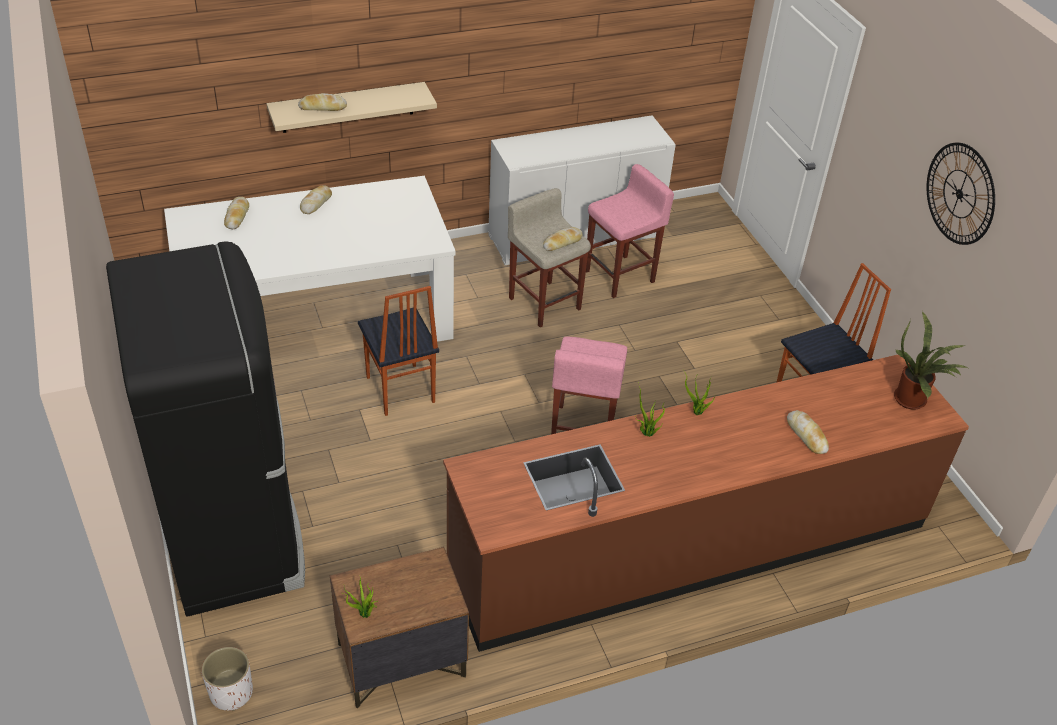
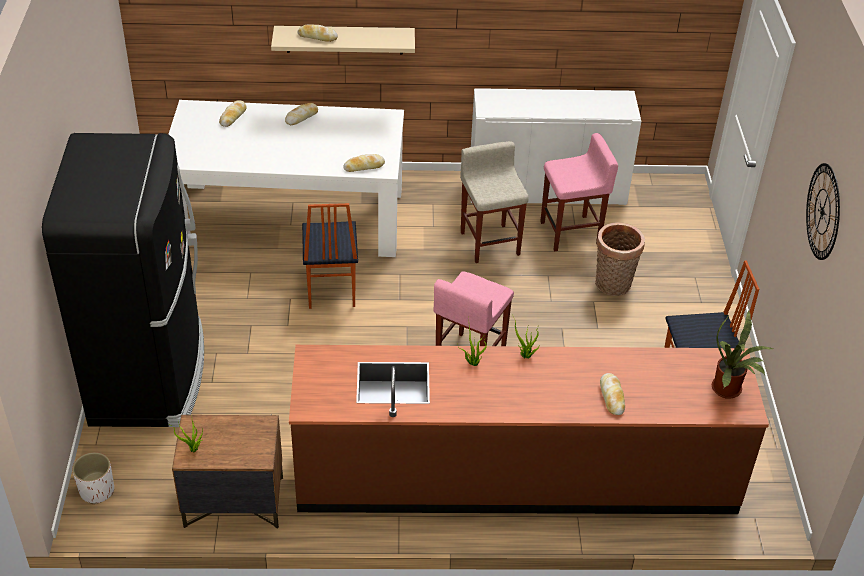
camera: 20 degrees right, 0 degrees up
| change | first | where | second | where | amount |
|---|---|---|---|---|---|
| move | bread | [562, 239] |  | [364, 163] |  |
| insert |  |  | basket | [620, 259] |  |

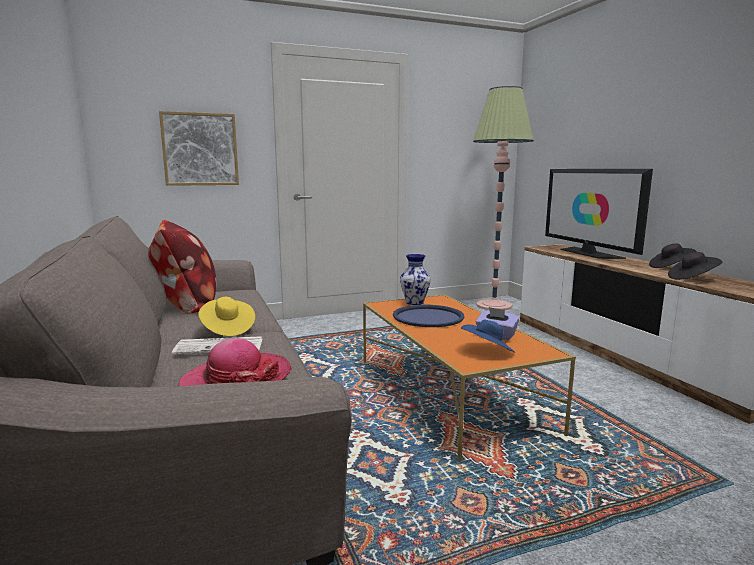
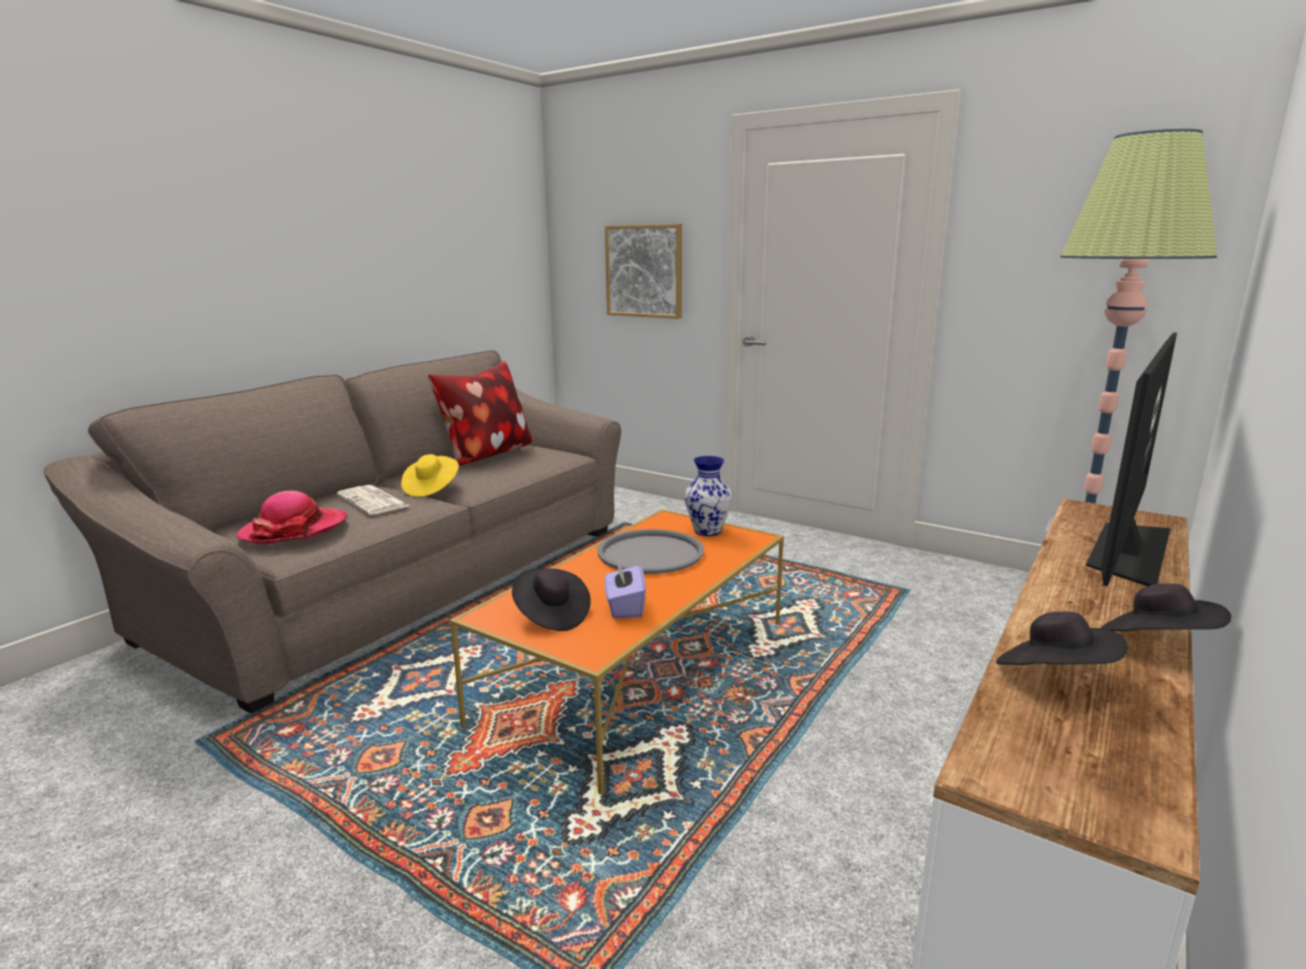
camera: 55 degrees right, 5 degrees up
| change | first | where | second | where | amount |
|---|---|---|---|---|---|
| recolor | blue hat | [488, 335] | black hat | [551, 599] |  |
| recolor | blue tray | [428, 316] | grey tray | [650, 551] |  |

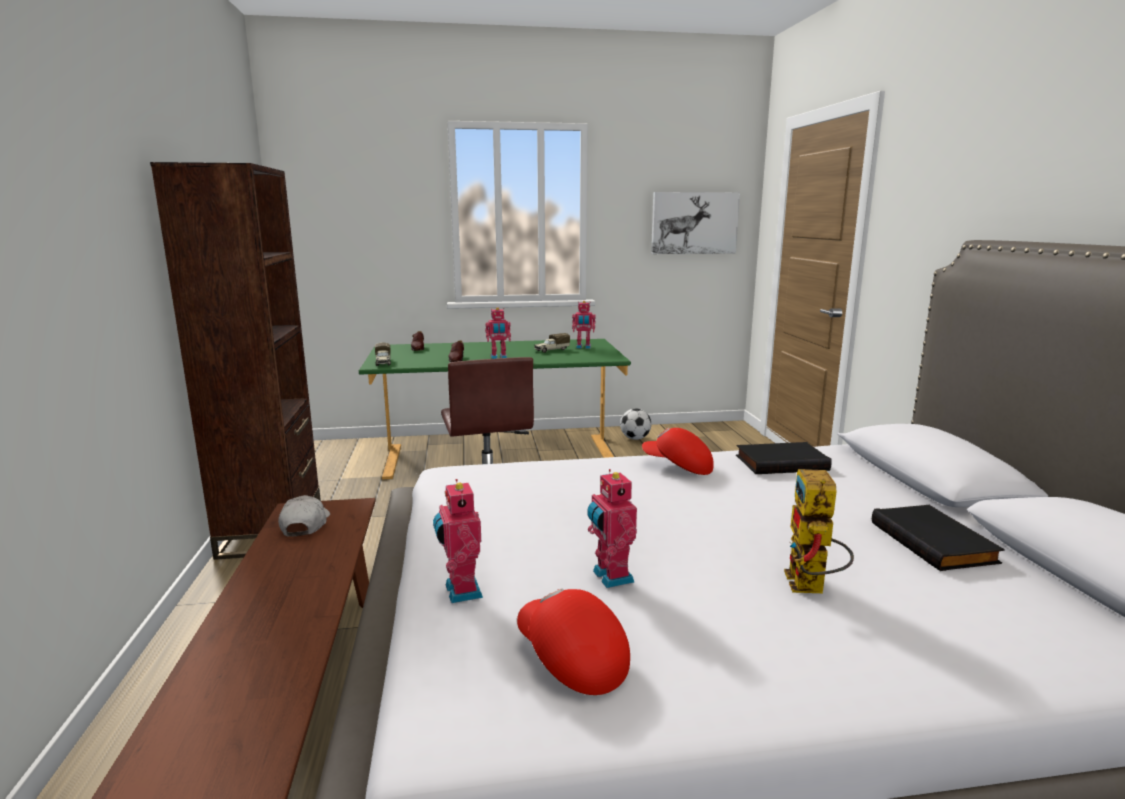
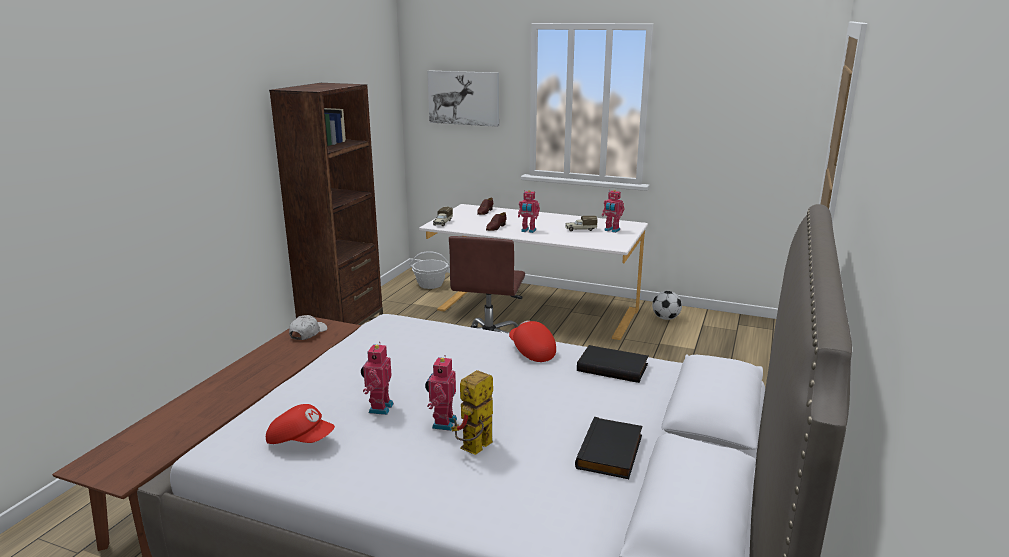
camera: 30 degrees right, 5 degrees up
| change | first | where | second | where | amount |
|---|---|---|---|---|---|
| rotate | red cap | [573, 641] |  | [300, 424] | 120 degrees clockwise |
| insert |  |  | basket | [429, 270] |  |
| recolor | green desk | [495, 409] | white desk | [533, 272] |  |
| move | toy robot | [458, 541] |  | [441, 393] |  |
| move | picture | [695, 223] |  | [463, 99] |  |

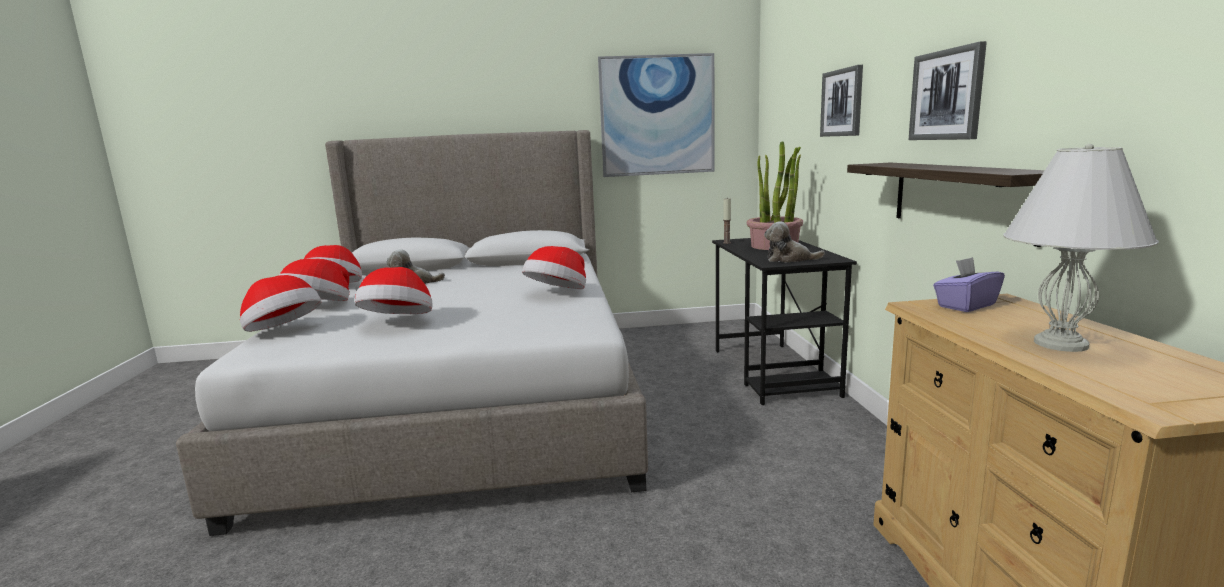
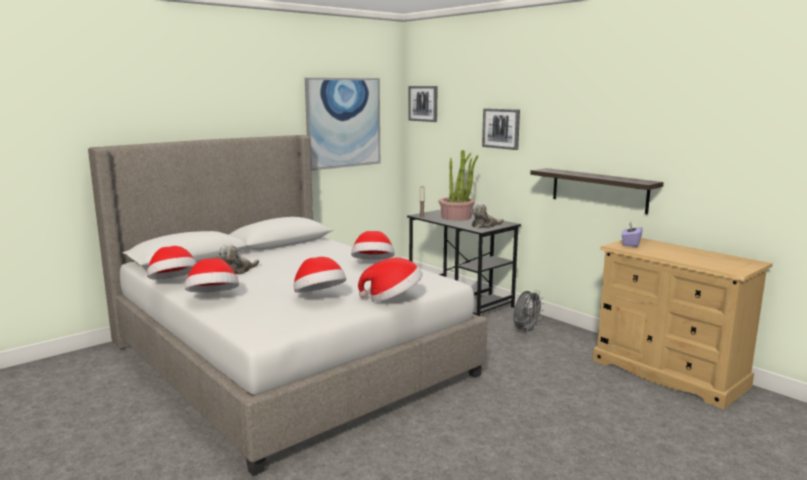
camera: 35 degrees left, 0 degrees up
| change | first | where | second | where | amount |
|---|---|---|---|---|---|
| move | hat | [280, 303] |  | [390, 280] |  |
| move | picture | [948, 90] |  | [423, 104] |  |
| insert |  |  | grey fan | [529, 312] |  |
| delete | white table lamp | [1081, 248] |  |  |  |

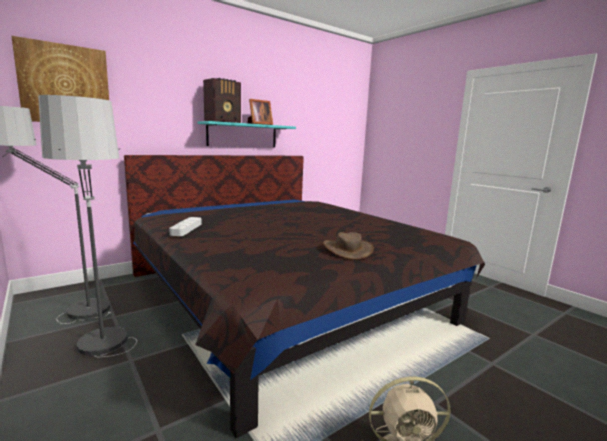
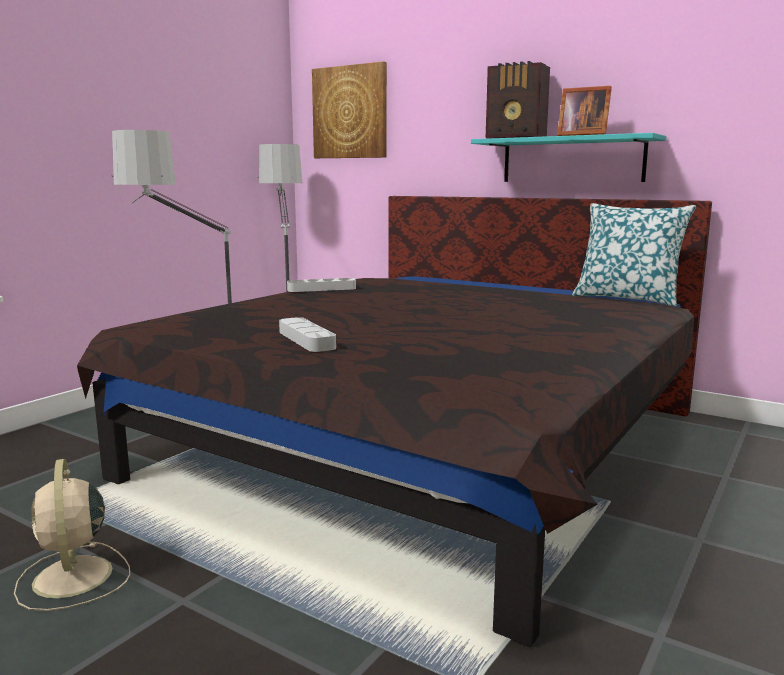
camera: 70 degrees right, 0 degrees up
| change | first | where | second | where | amount |
|---|---|---|---|---|---|
| replace | brown hat | [348, 246] | grey tray | [307, 334] |  |
| insert |  |  | pillow | [634, 254] |  |

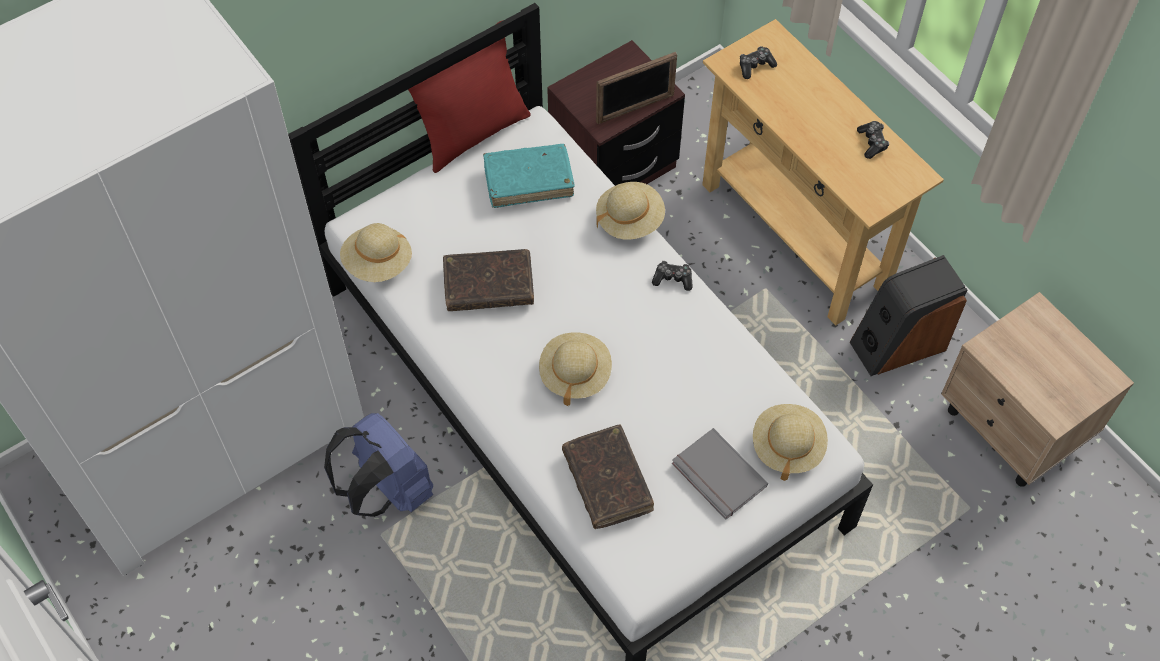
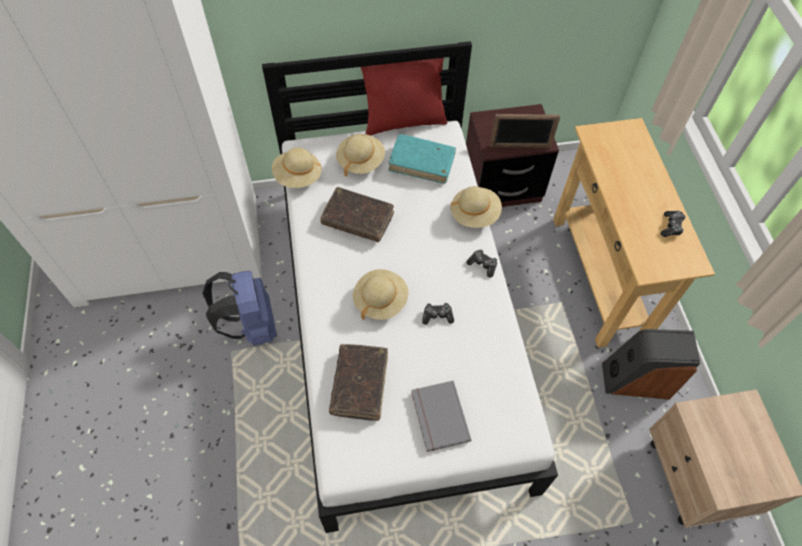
camera: 25 degrees right, 0 degrees up
| change | first | where | second | where | amount |
|---|---|---|---|---|---|
| move | beige hat | [790, 442] |  | [360, 155] |  |
| move | game controller | [758, 62] |  | [438, 314] |  |

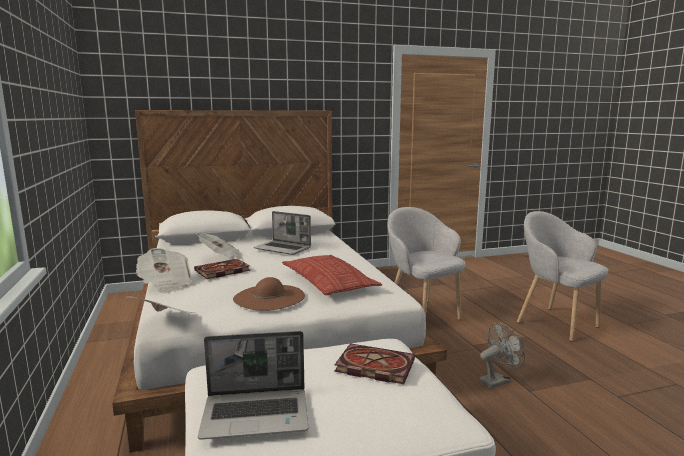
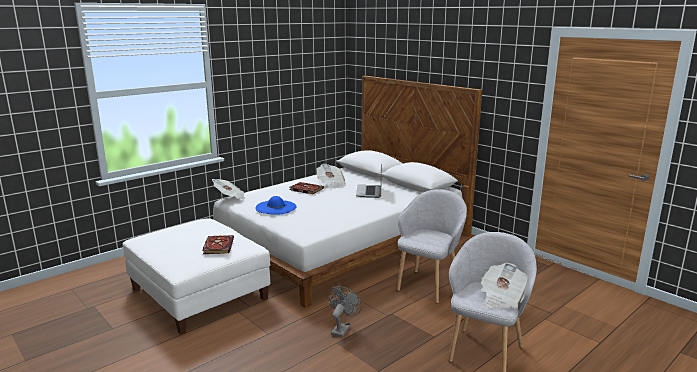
camera: 65 degrees right, 5 degrees up
| change | first | where | second | where | amount |
|---|---|---|---|---|---|
| recolor | brown hat | [269, 294] | blue hat | [276, 205] |  |
| rotate | grey fan | [502, 356] |  | [344, 311] | 105 degrees counterclockwise |
| move | newspaper | [164, 271] |  | [504, 285] |  |
| delete | laptop | [253, 385] |  |  |  |
| delete | pillow | [332, 275] |  |  |  |

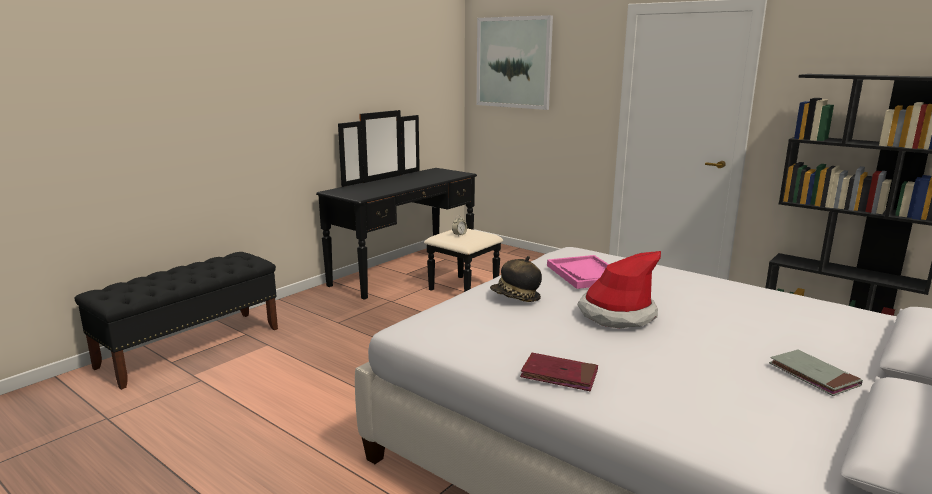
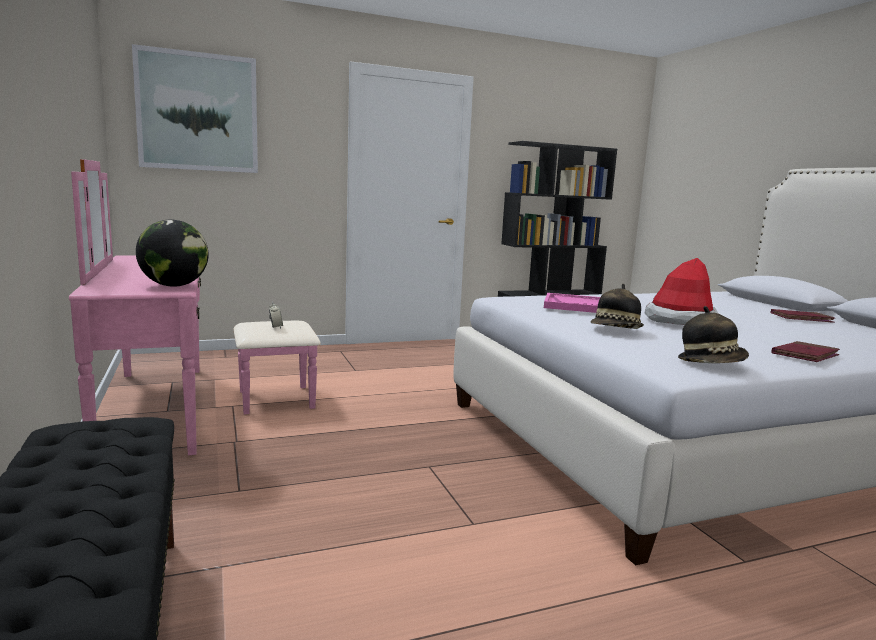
camera: 60 degrees left, 5 degrees down
| change | first | where | second | where | amount |
|---|---|---|---|---|---|
| recolor | black dresser | [409, 205] | pink dresser | [195, 307] |  |
| insert |  |  | globe | [172, 253] |  |
| insert |  |  | hat | [713, 334] |  |
| recolor | grey book | [816, 373] | red book | [803, 316] |  |

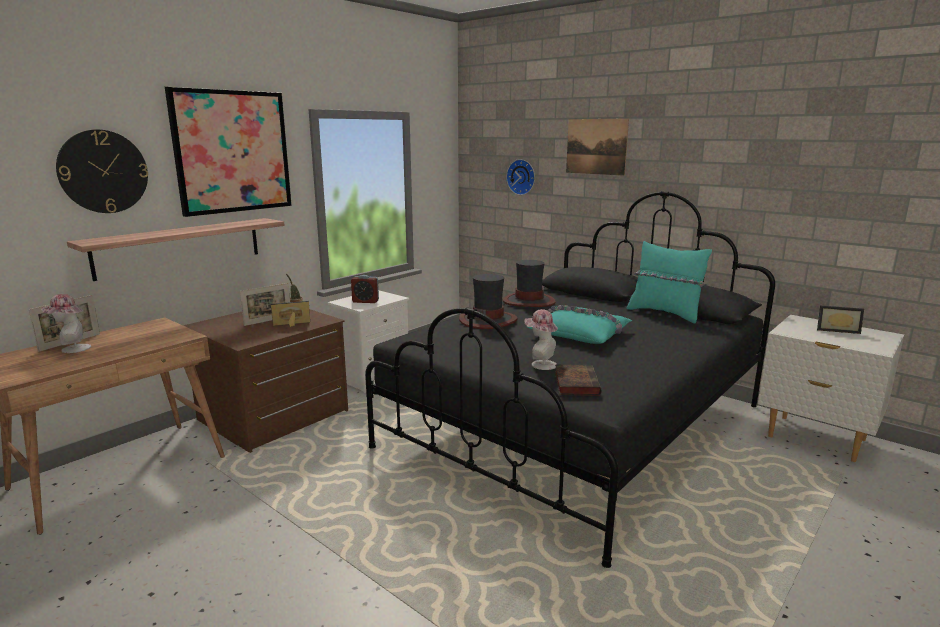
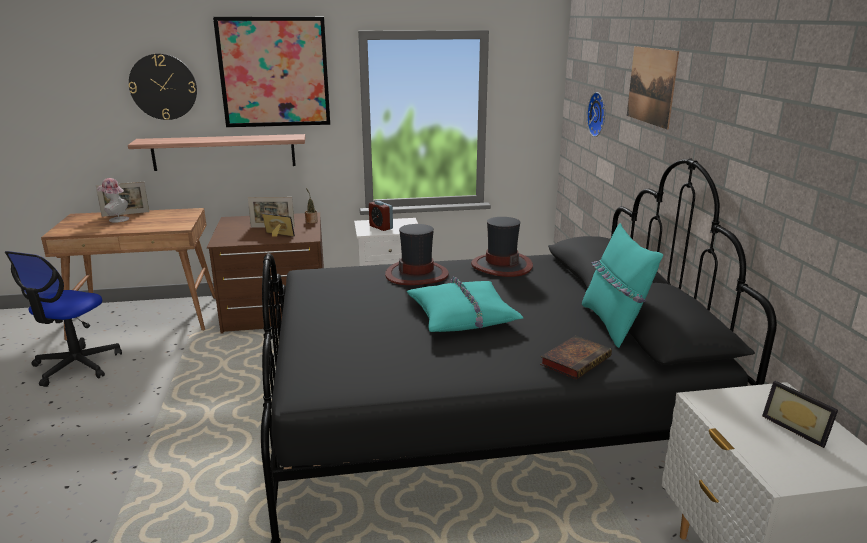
camera: 40 degrees right, 5 degrees up
| change | first | where | second | where | amount |
|---|---|---|---|---|---|
| insert |  |  | office chair | [63, 319] |  |
| move | book | [578, 379] |  | [576, 357] |  |
| delete | hat | [541, 339] |  |  |  |

